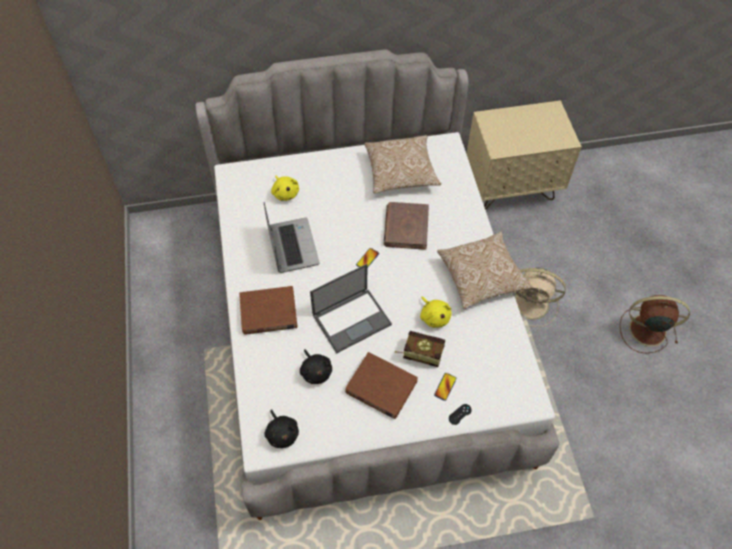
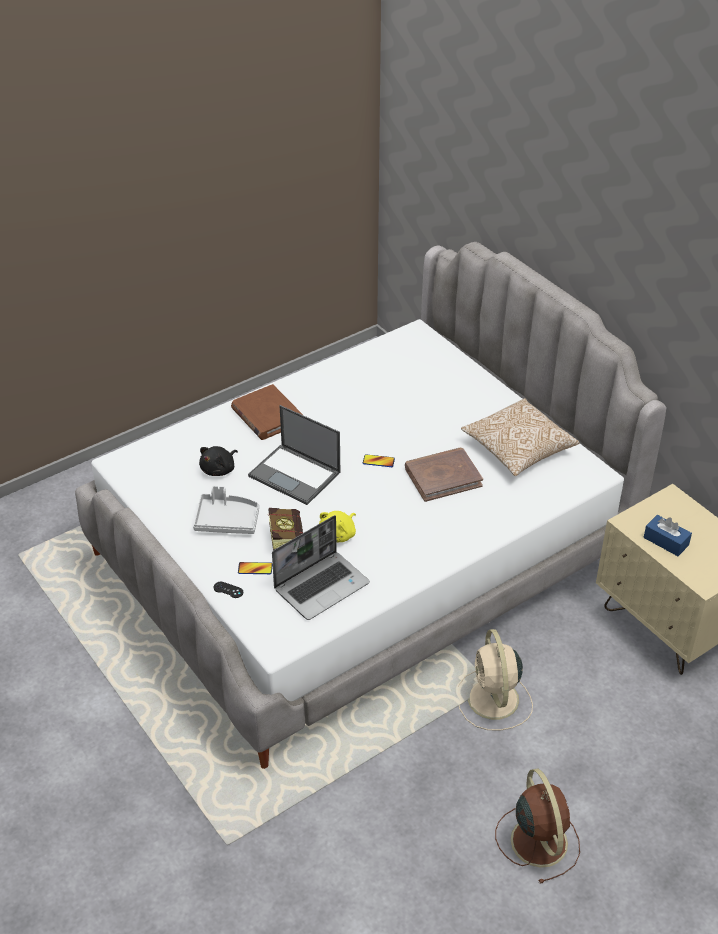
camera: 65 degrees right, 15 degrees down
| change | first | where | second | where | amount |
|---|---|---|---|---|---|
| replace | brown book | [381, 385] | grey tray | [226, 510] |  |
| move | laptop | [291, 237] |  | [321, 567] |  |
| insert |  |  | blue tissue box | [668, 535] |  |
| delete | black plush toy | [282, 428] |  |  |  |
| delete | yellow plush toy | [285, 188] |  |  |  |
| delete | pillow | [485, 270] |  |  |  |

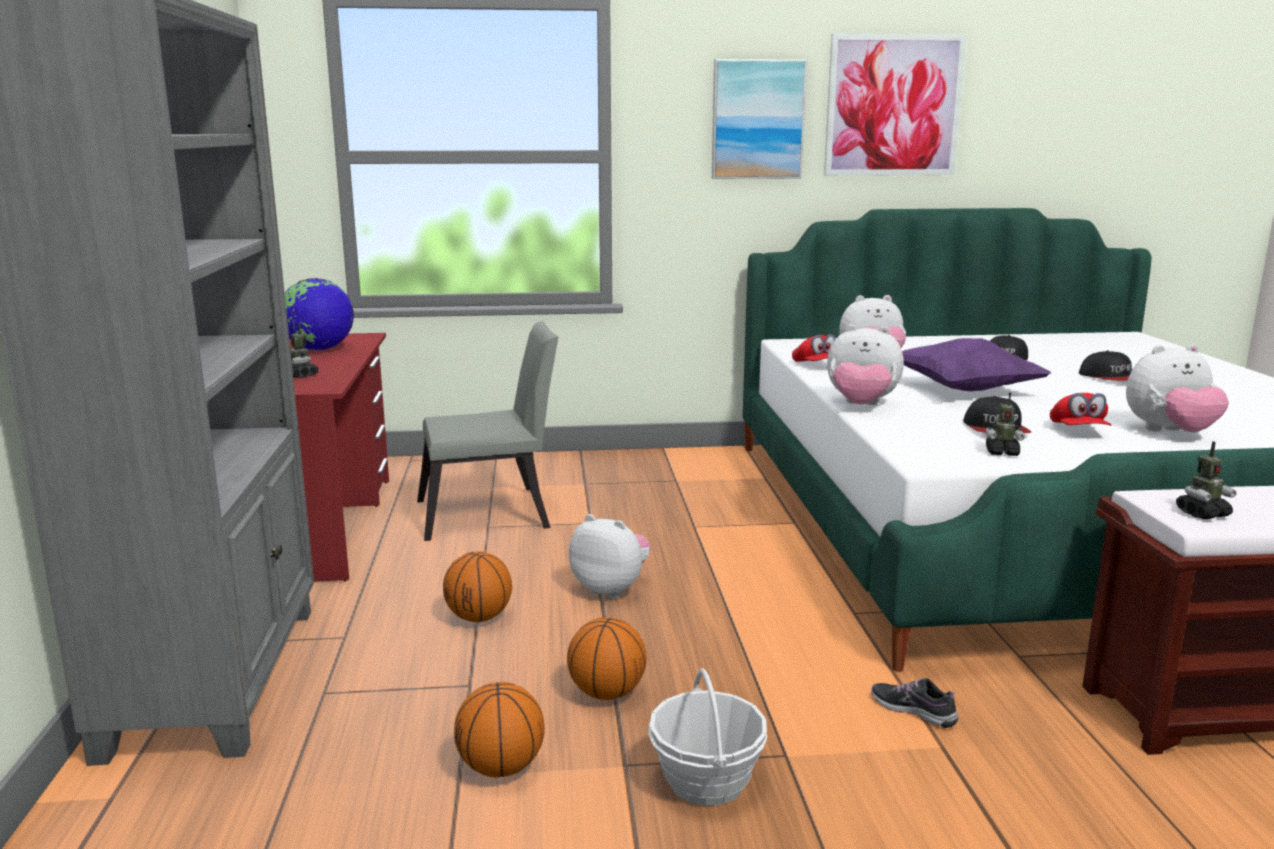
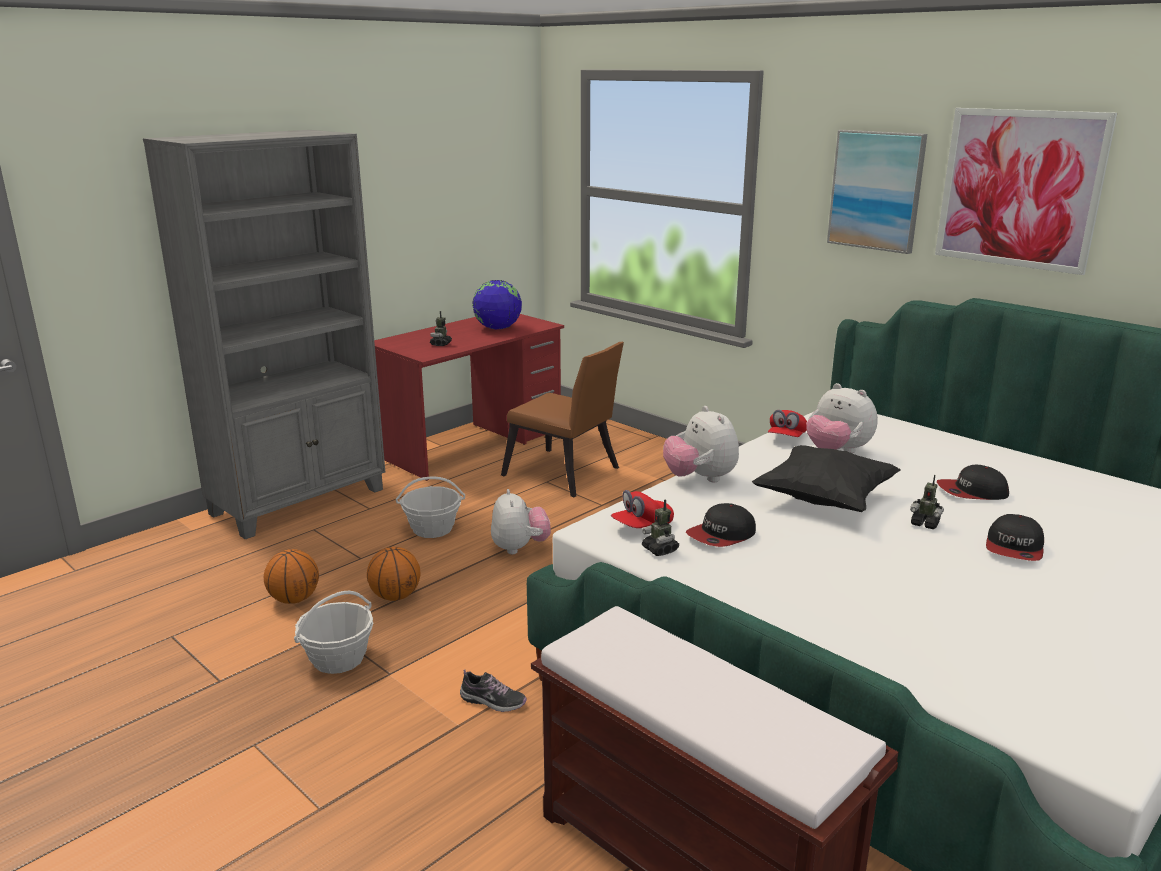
camera: 50 degrees right, 5 degrees up
| change | first | where | second | where | amount |
|---|---|---|---|---|---|
| replace | basketball | [477, 586] | basket | [430, 507] |  |
| rotate | shoe | [914, 703] |  | [493, 691] | 105 degrees clockwise |
| recolor | grey chair | [487, 431] | brown chair | [562, 419] |  |
| move | red cap | [1080, 409] |  | [642, 509] |  |
| recolor | purple pillow | [976, 364] | black pillow | [826, 478] |  |
| move | toy robot | [1206, 480] |  | [927, 502] |  |
| delete | plush toy | [1177, 388] |  |  |  |

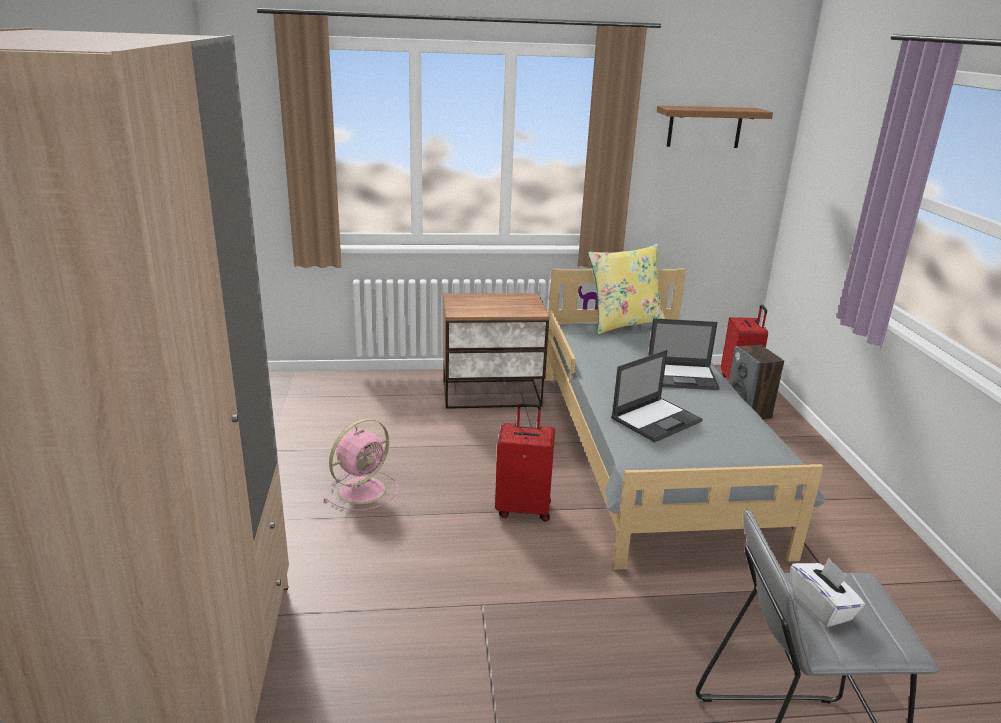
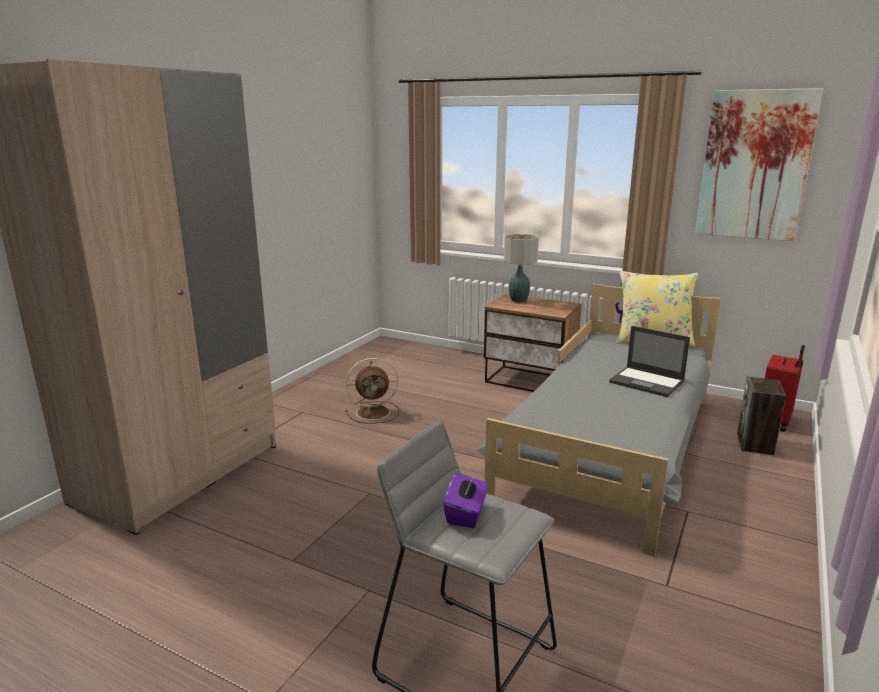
camera: 35 degrees right, 5 degrees down
| change | first | where | second | where | amount |
|---|---|---|---|---|---|
| recolor | pink fan | [360, 464] | brown fan | [372, 391] |  |
| recolor | white tissue box | [828, 592] | purple tissue box | [466, 500] |  |
| insert |  |  | table lamp | [521, 268] |  |
| replace | brown shelf | [715, 127] | picture | [759, 164] |  |
| delete | red suitcase | [525, 462] |  |  |  |
| delete | laptop | [657, 396] |  |  |  |

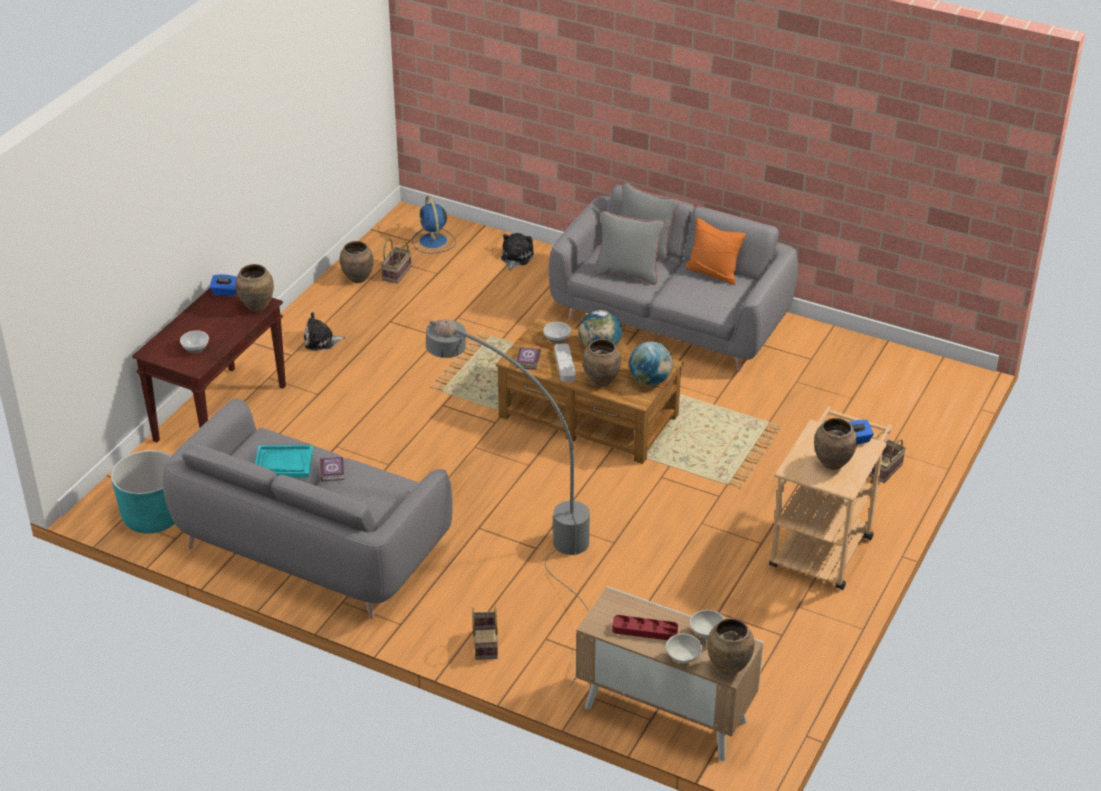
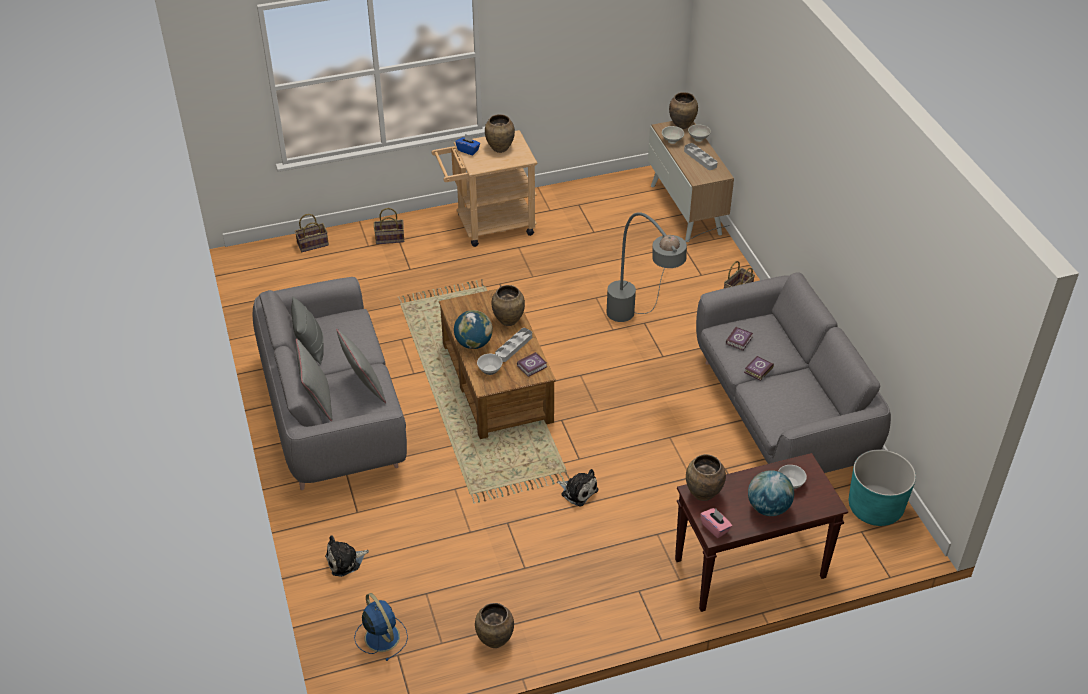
camera: 135 degrees left, 5 degrees up
| change | first | where | second | where | amount |
|---|---|---|---|---|---|
| recolor | orange pillow | [715, 251] | grey pillow | [307, 330] |  |
| move | basket | [396, 260] |  | [312, 233] |  |
| rotate | blue fan | [434, 225] |  | [381, 627] | 60 degrees counterclockwise |
| move | plush toy | [325, 331] |  | [577, 488] |  |
| recolor | red tray | [645, 627] | grey tray | [701, 156] |  |
| recolor | blue tissue box | [222, 285] | pink tissue box | [716, 523] |  |
| insert |  |  | book | [739, 339] |  |
| move | globe | [651, 363] |  | [771, 493] |  |
| delete | turquoise tray | [284, 461] |  |  |  |

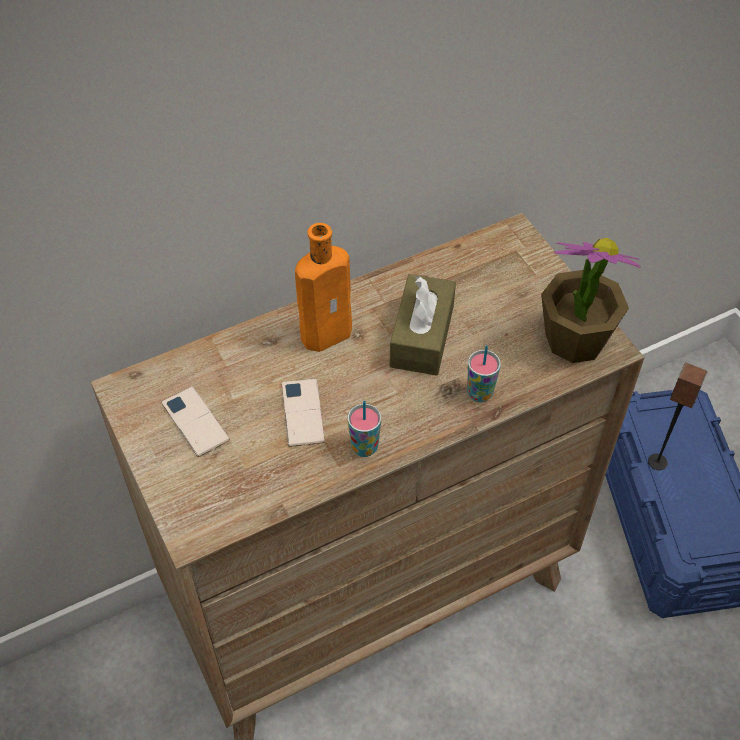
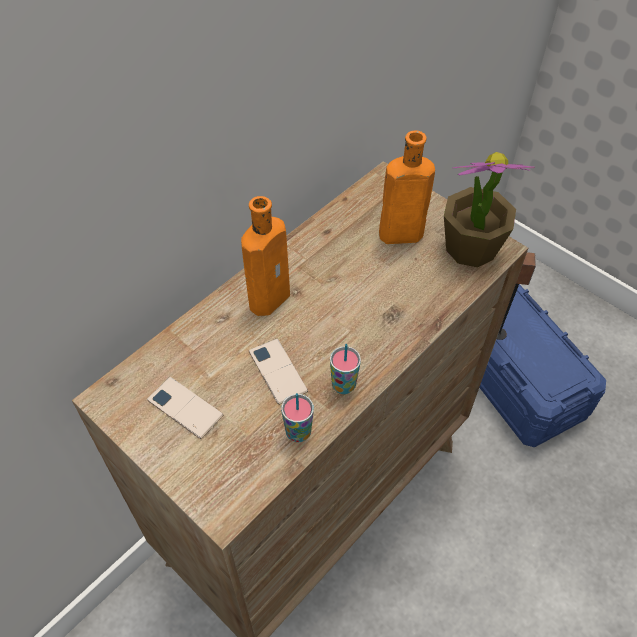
camera: 20 degrees left, 0 degrees up
| change | first | where | second | where | amount |
|---|---|---|---|---|---|
| move | cup | [484, 373] |  | [297, 417] |  |
| insert |  |  | orange bottle | [407, 187] |  |
| delete | brown tissue box | [423, 325] |  |  |  |

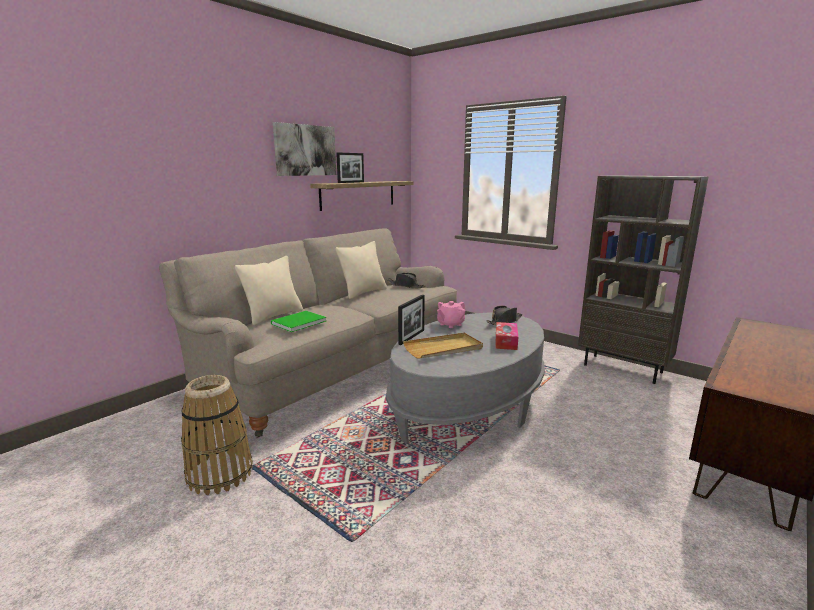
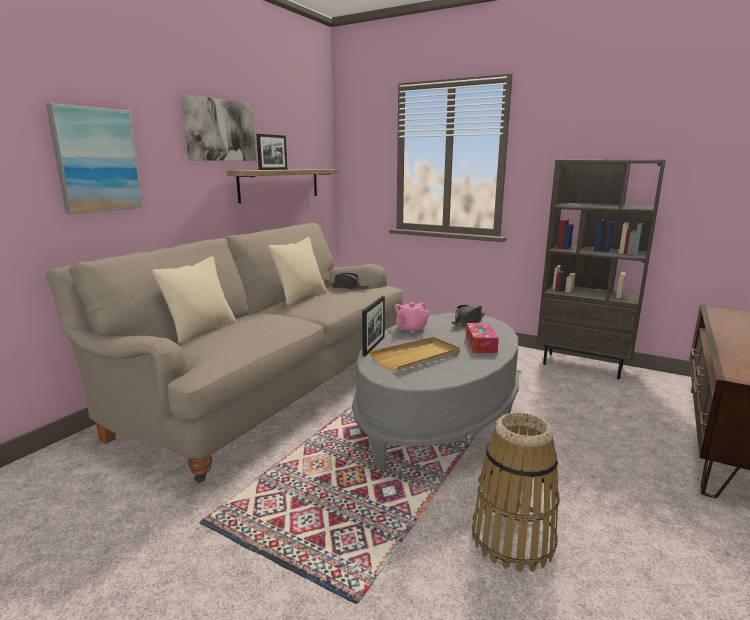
camera: 10 degrees left, 0 degrees up
| change | first | where | second | where | amount |
|---|---|---|---|---|---|
| insert |  |  | picture | [94, 158] |  |
| move | basket | [217, 435] |  | [516, 492] |  |
| delete | green book | [298, 321] |  |  |  |

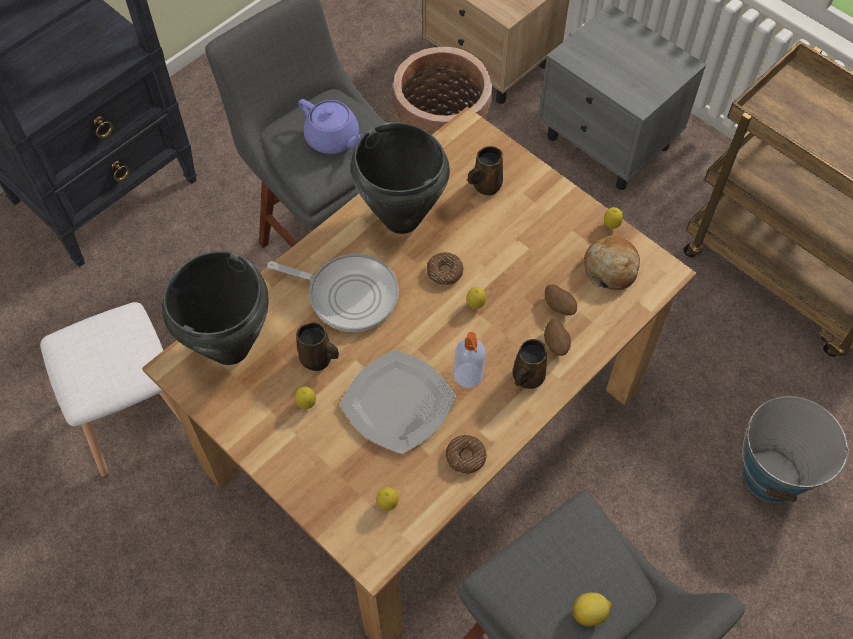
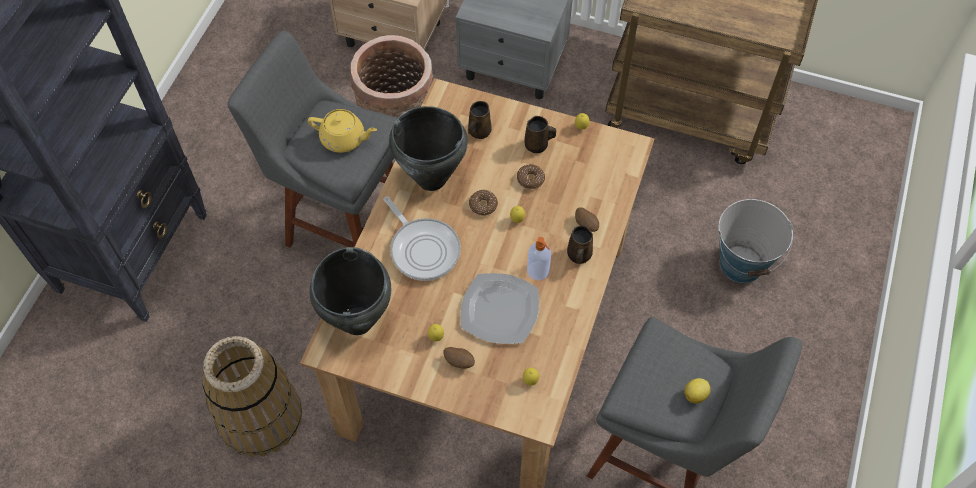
camera: 25 degrees left, 0 degrees up
| change | first | where | second | where | amount |
|---|---|---|---|---|---|
| replace | white stool | [110, 389] | basket | [252, 396] |  |
| recolor | purple teapot | [330, 126] | yellow teapot | [342, 131] |  |
| rotate | frying pan | [333, 293] |  | [422, 238] | 60 degrees clockwise |
| move | potato | [561, 299] |  | [459, 358] |  |
| move | donut | [466, 454] |  | [531, 176] |  |
| move | brown mug | [317, 346] |  | [540, 134] |  |
| delete | bread | [612, 262] |  |  |  |

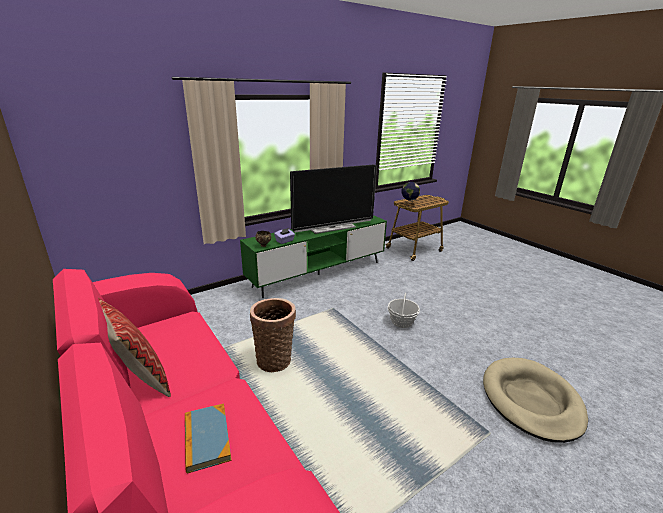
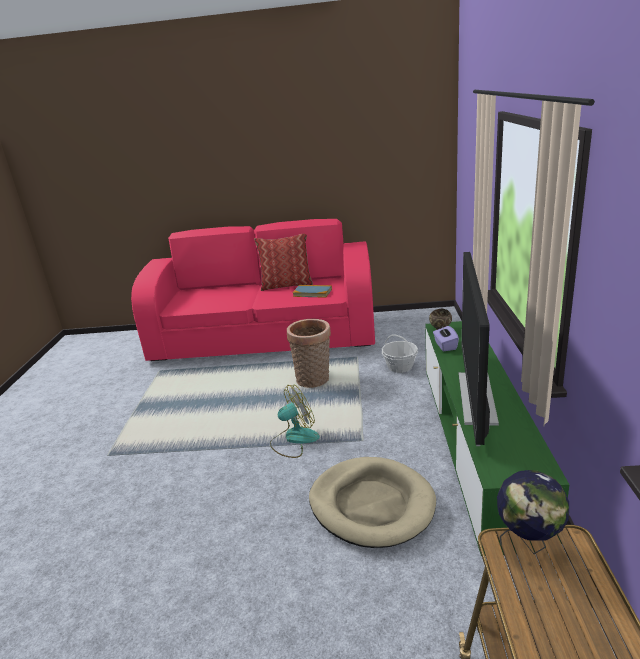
camera: 130 degrees right, 0 degrees up
| change | first | where | second | where | amount |
|---|---|---|---|---|---|
| insert |  |  | fan | [295, 421] |  |
| move | book | [208, 439] |  | [312, 291] |  |
| move | beige dog bed | [535, 400] |  | [372, 502] |  |
| move | basket | [404, 310] |  | [400, 353] |  |

